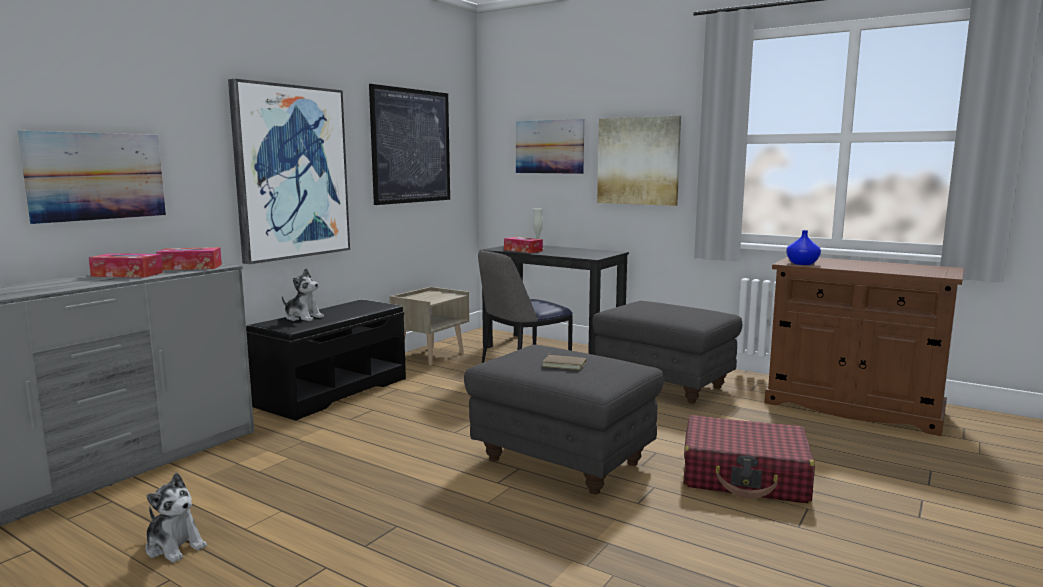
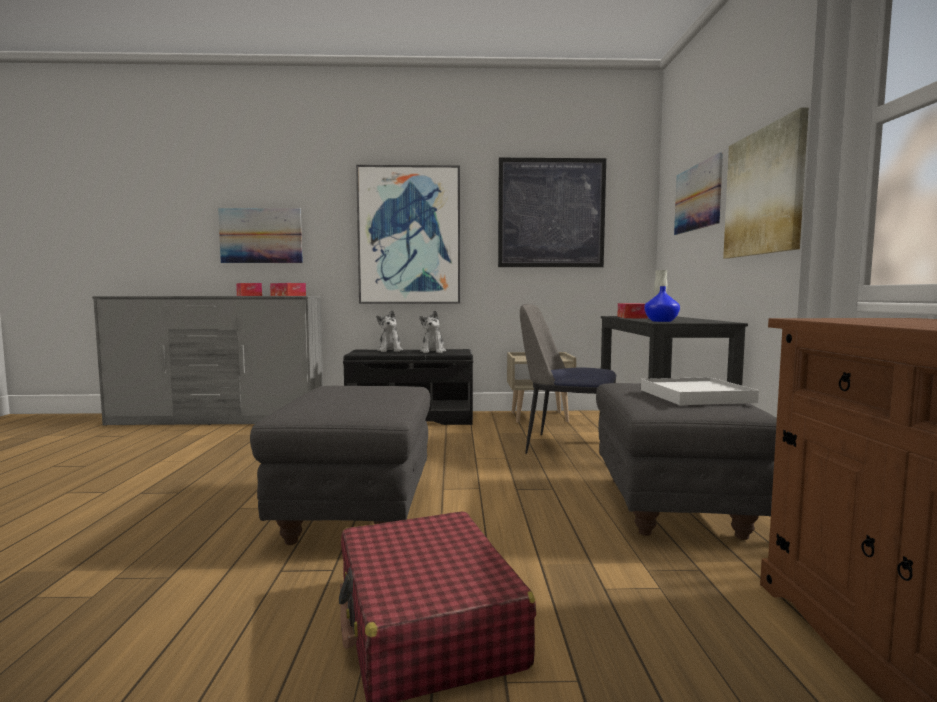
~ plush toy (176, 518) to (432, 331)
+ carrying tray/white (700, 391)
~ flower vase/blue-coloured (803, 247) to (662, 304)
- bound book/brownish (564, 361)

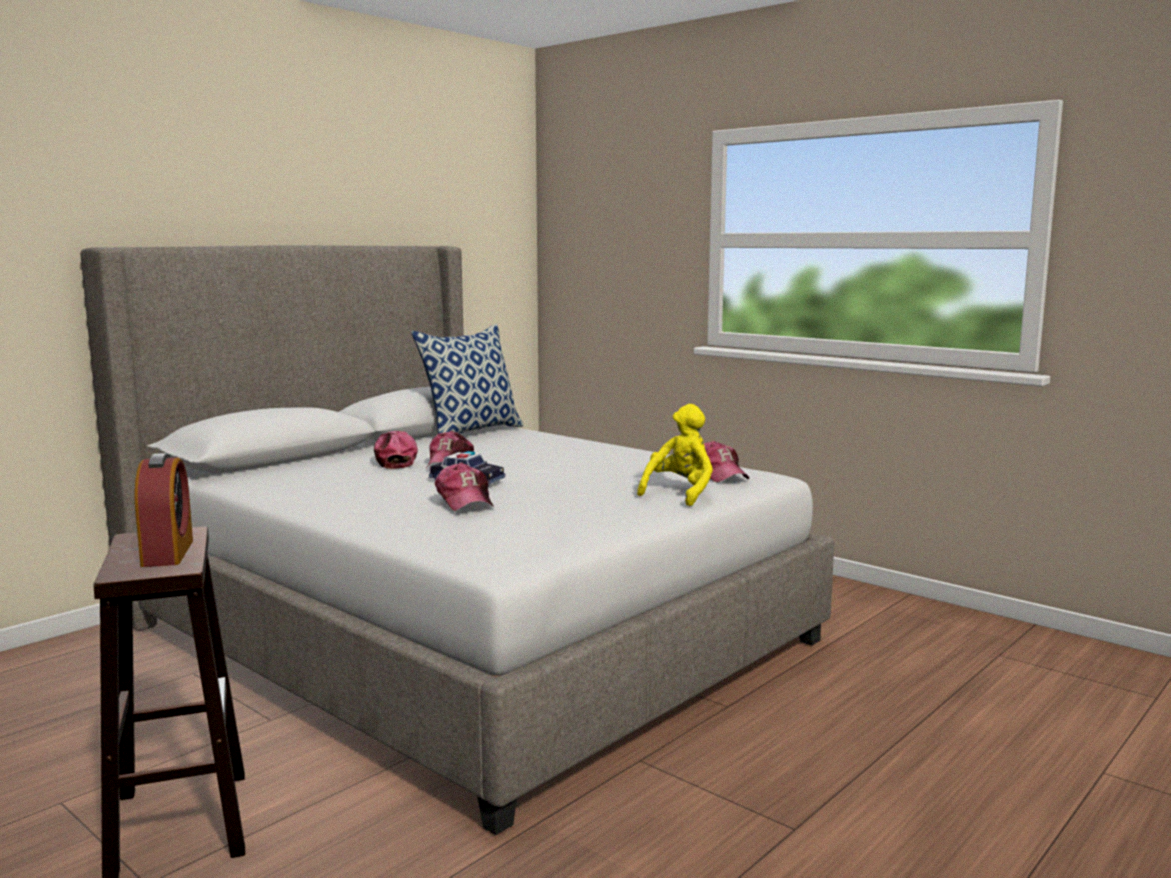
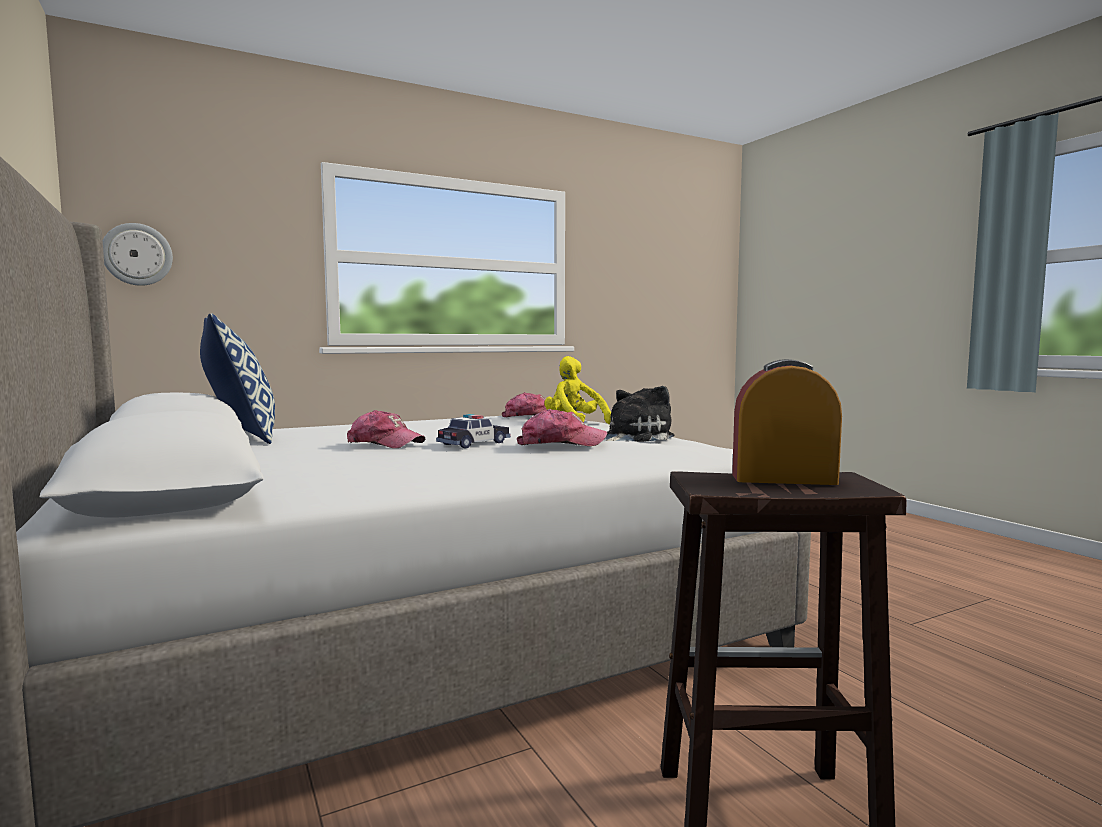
+ hanging clock (138, 254)
+ plush toy (640, 414)
- baseball cap (396, 450)

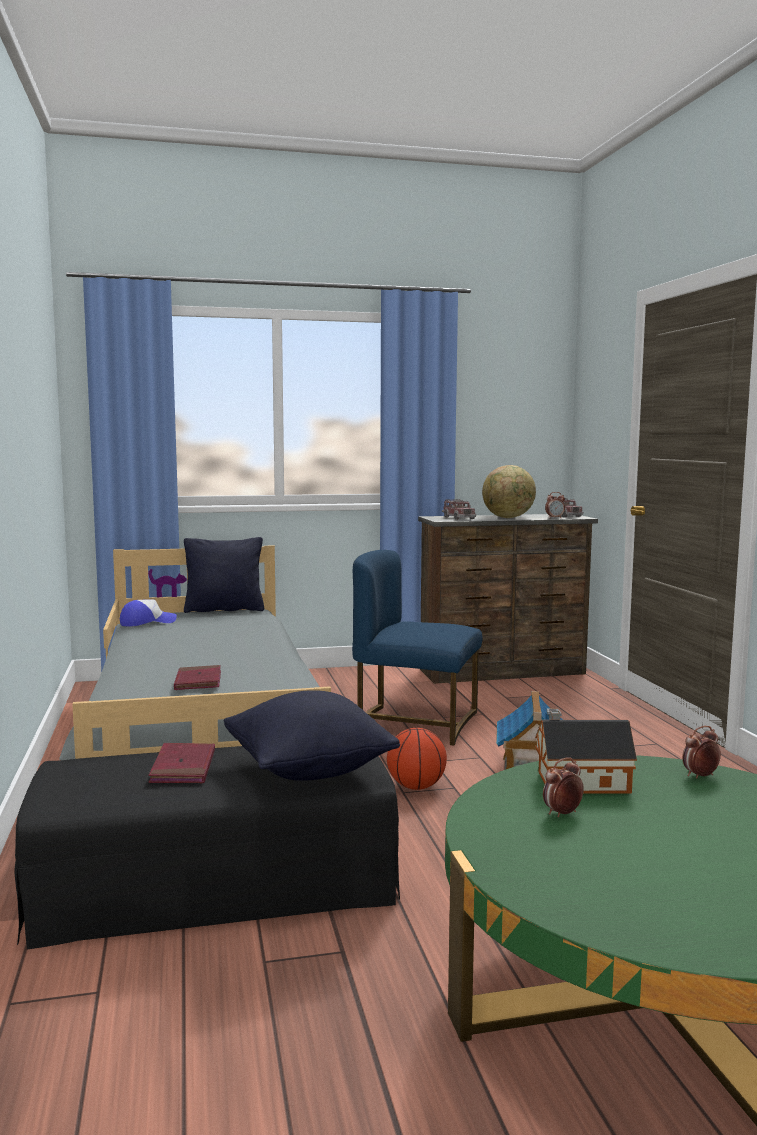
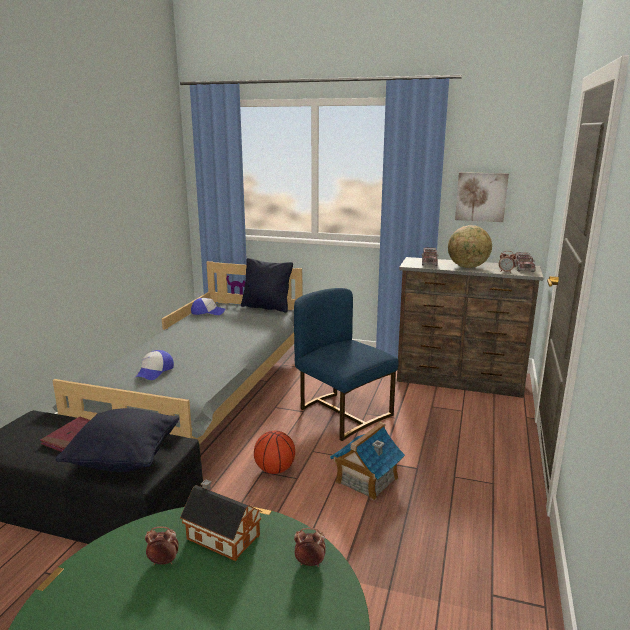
~ bound book/red-coloured (197, 677) to baseball cap (155, 365)
+ wall picture (482, 197)

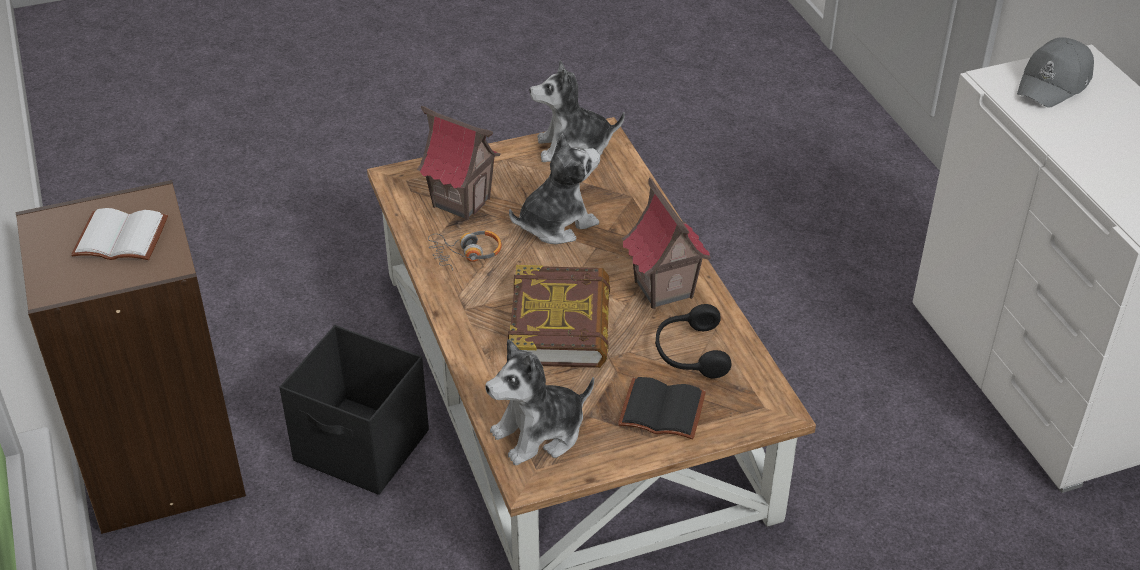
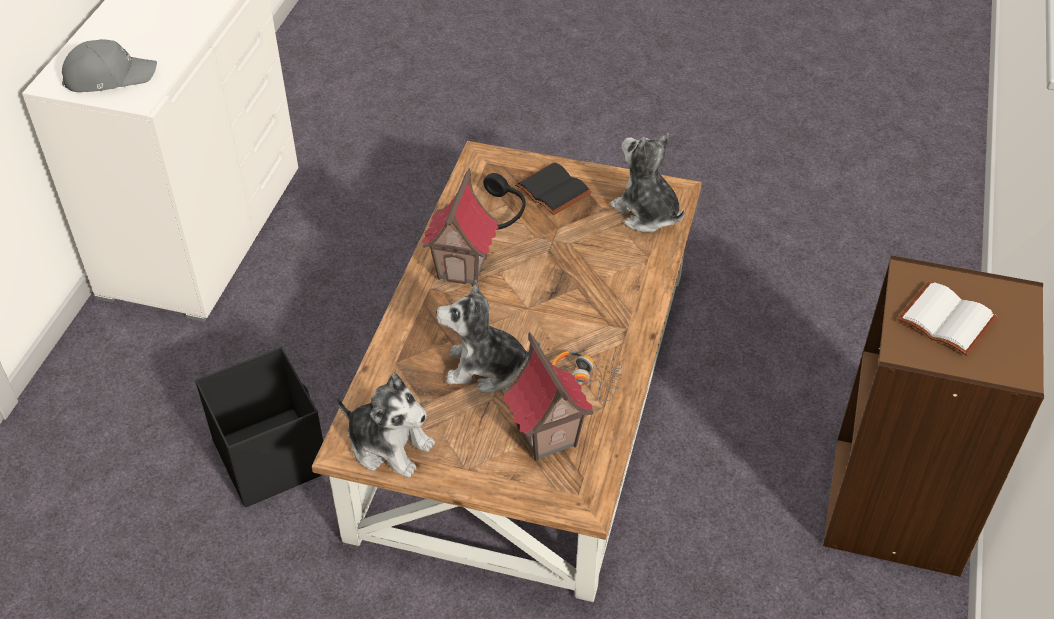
~ storage box/black (354, 410) to (259, 427)
~ plush toy (539, 402) = (647, 183) 135 degrees counterclockwise
- bound book (559, 316)

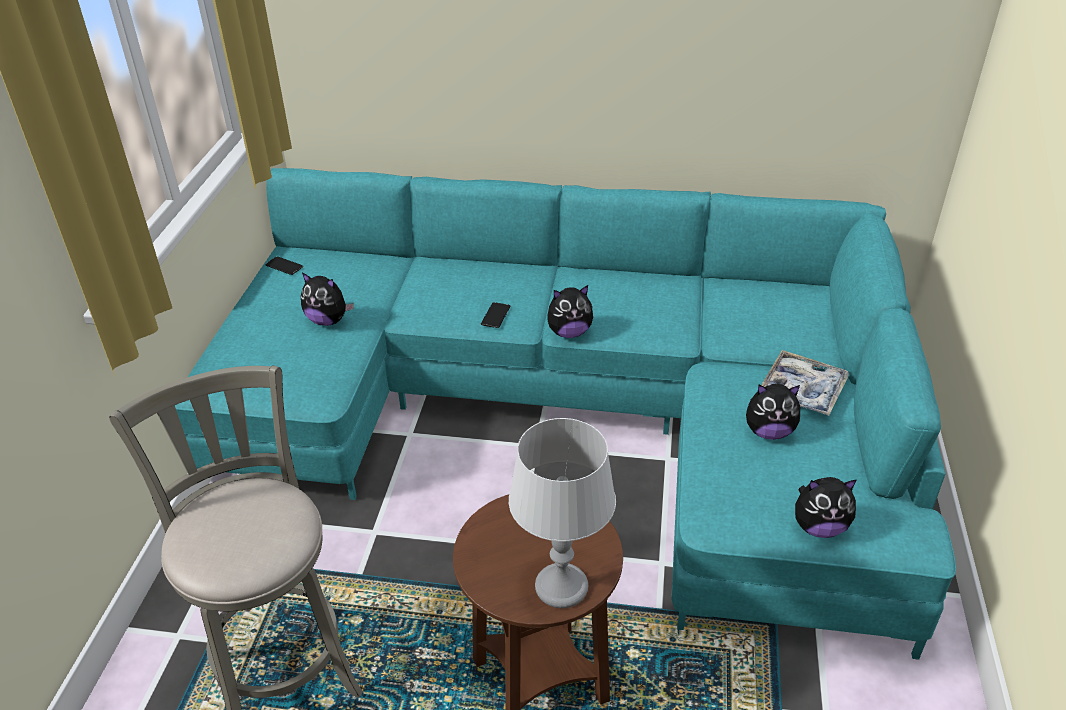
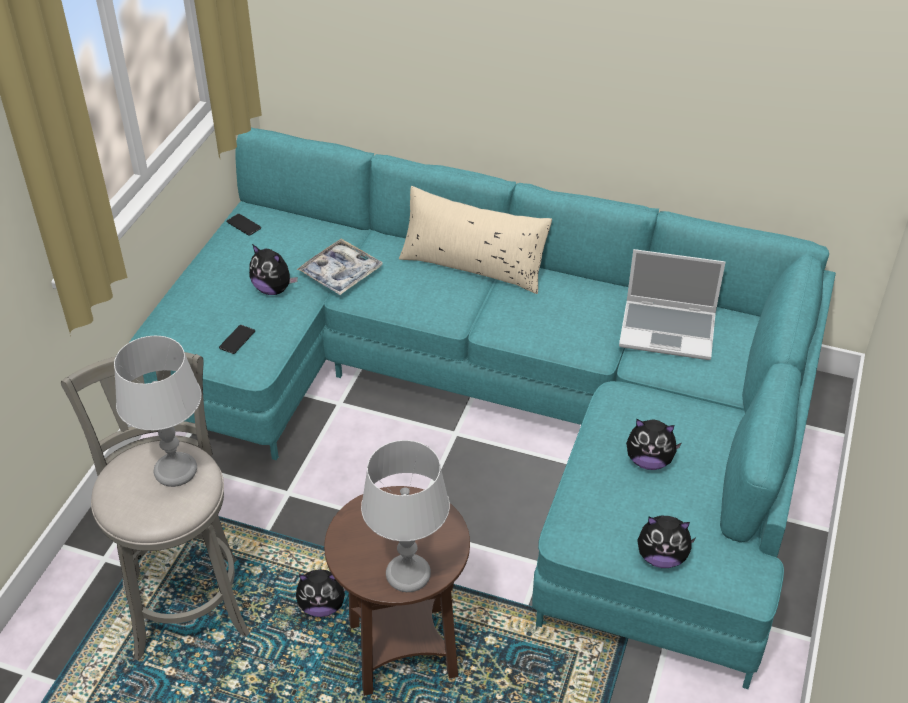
+ table lamp/greyish (157, 411)
~ handset (495, 315) to (237, 339)
~ plush toy (570, 311) to (321, 593)
~ carrying tray (805, 383) to (340, 267)
+ cushion/beige (475, 240)
+ notebook computer (672, 304)

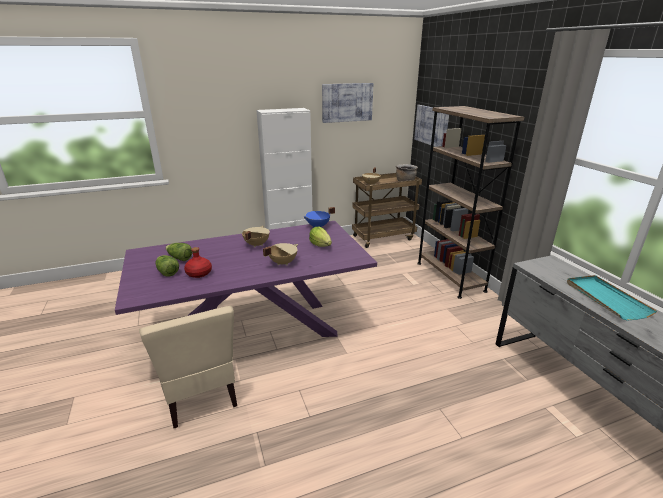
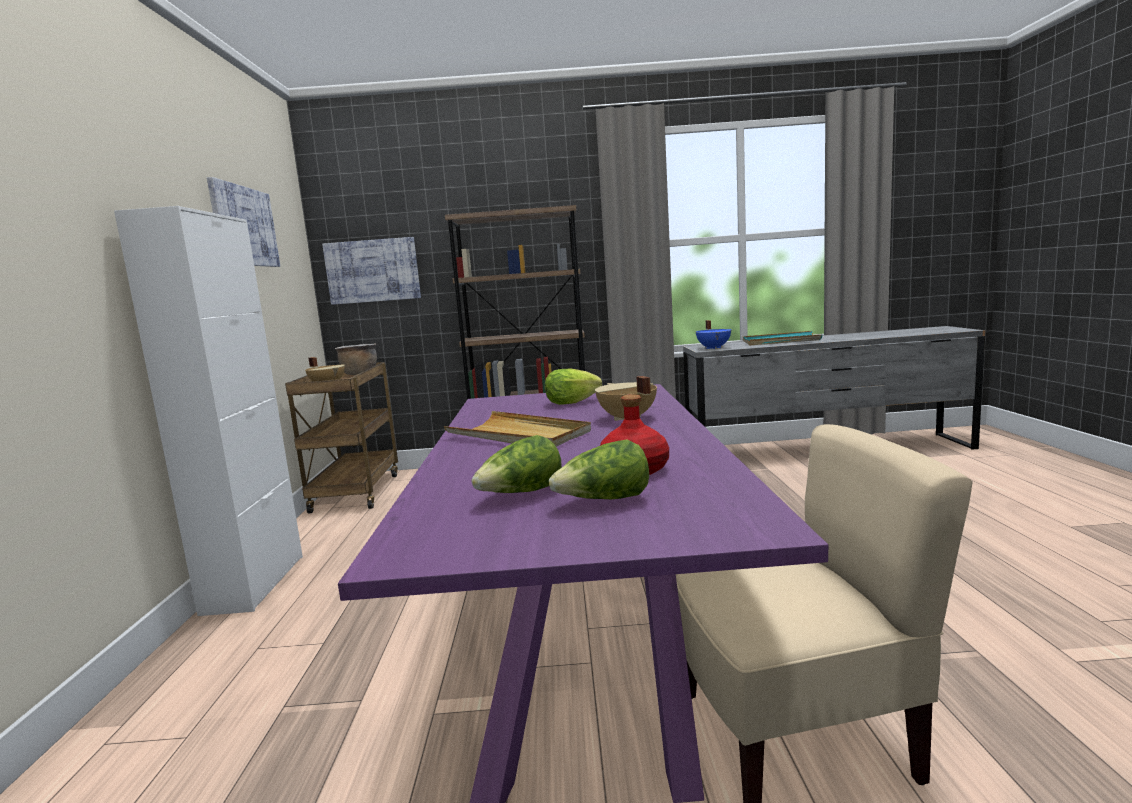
~ saucepot/beige (256, 237) to carrying tray/beige (517, 429)
~ saucepot/blue-coloured (319, 217) to (713, 334)

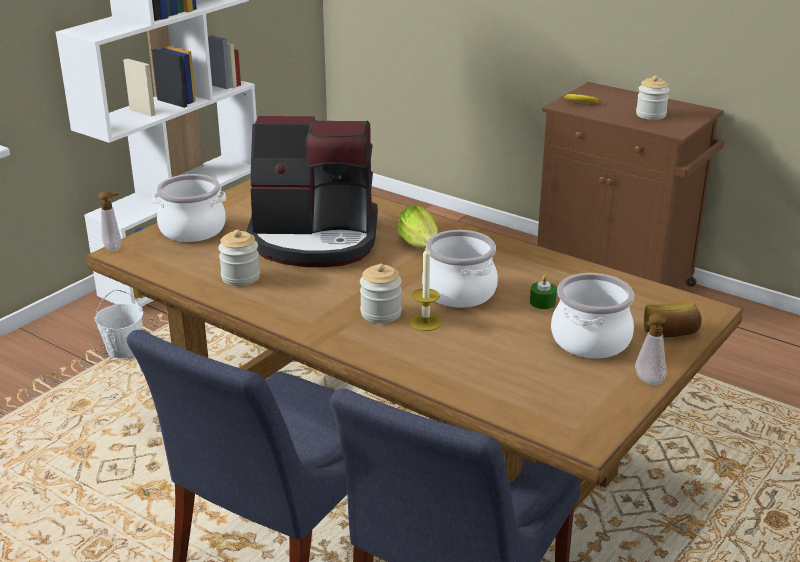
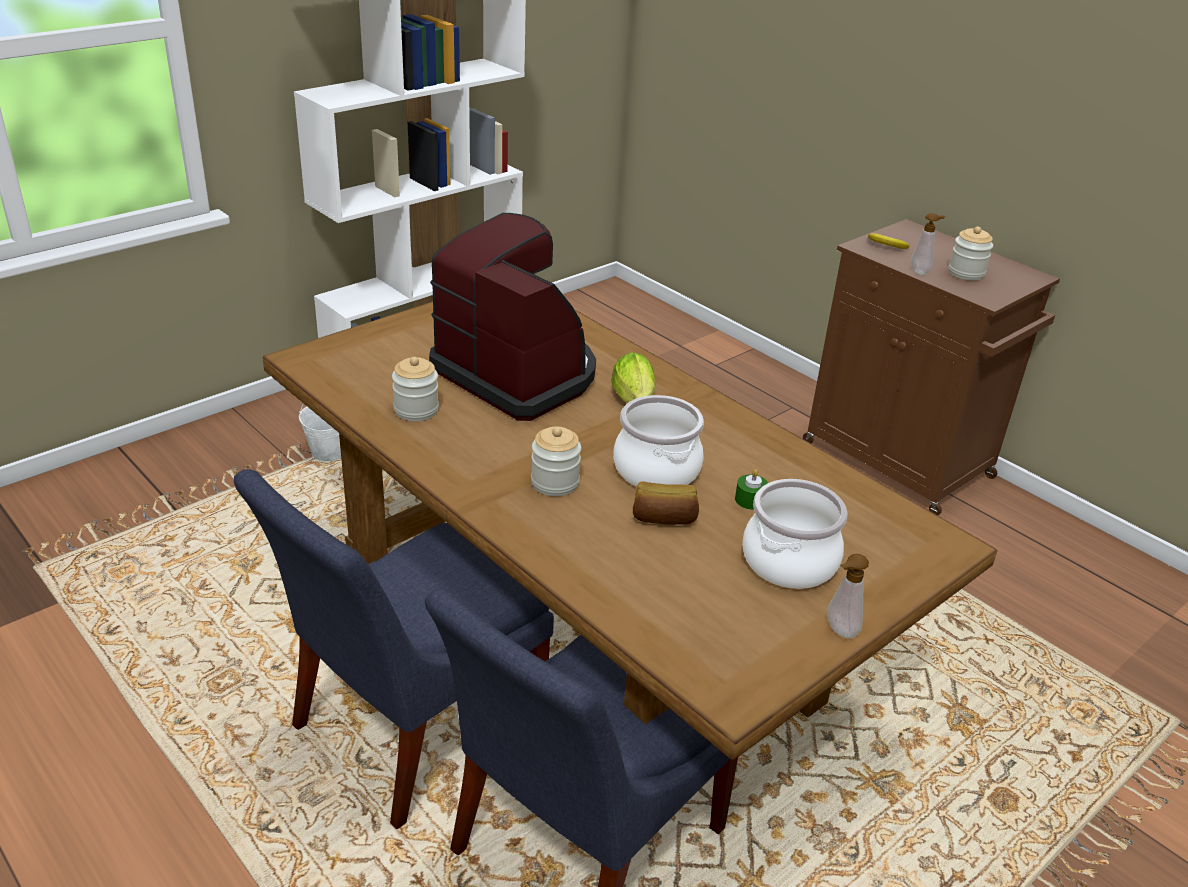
~ coffee machine (312, 191) = (512, 317) 150 degrees counterclockwise
~ baked bread (673, 319) to (666, 502)
~ liquid soap bottle (109, 221) to (928, 244)
- saucepot (189, 208)
- candle (426, 289)

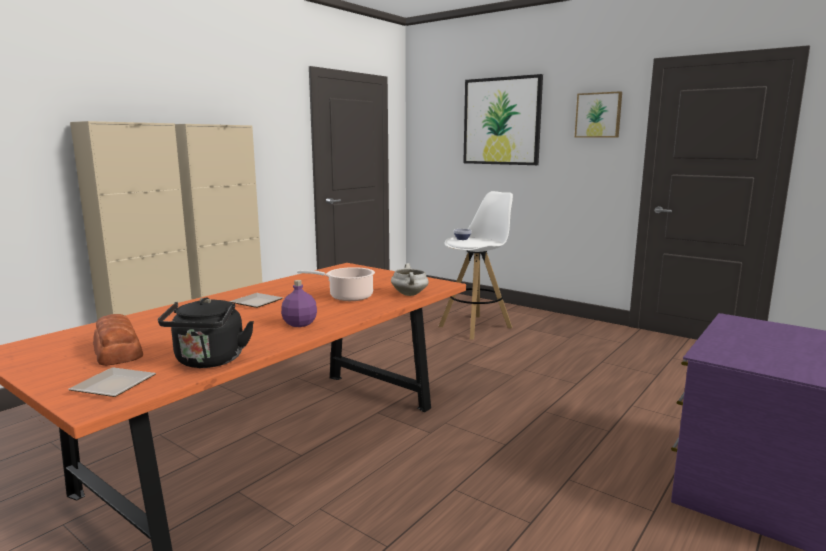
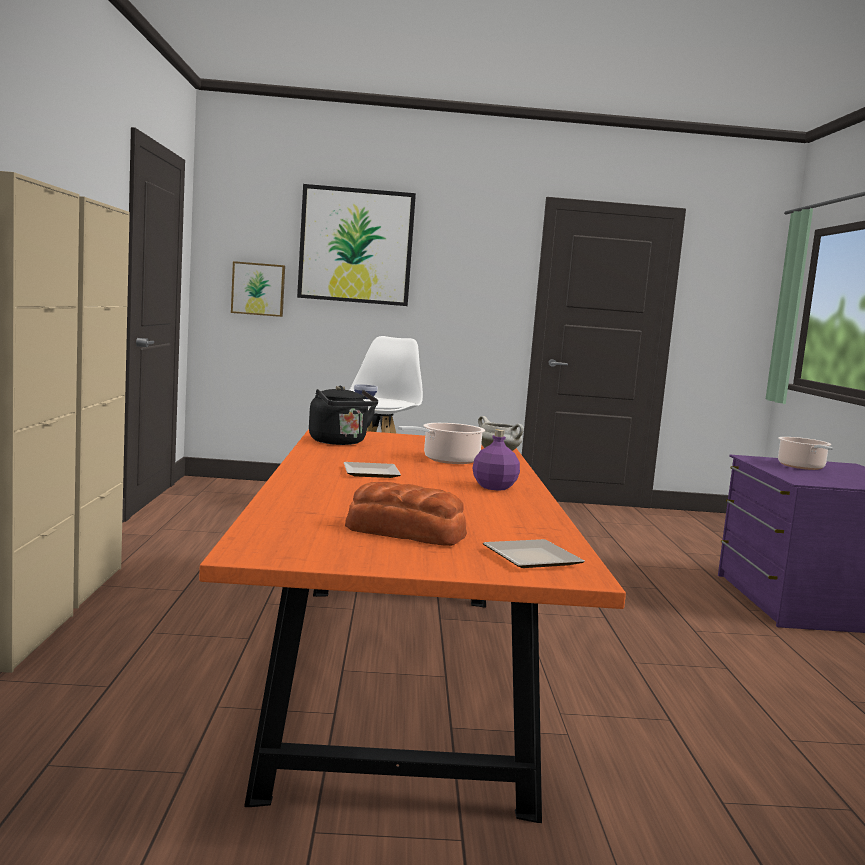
~ wall picture (598, 114) to (258, 289)
~ kettle/black (206, 333) to (343, 415)
+ saucepot (805, 453)

